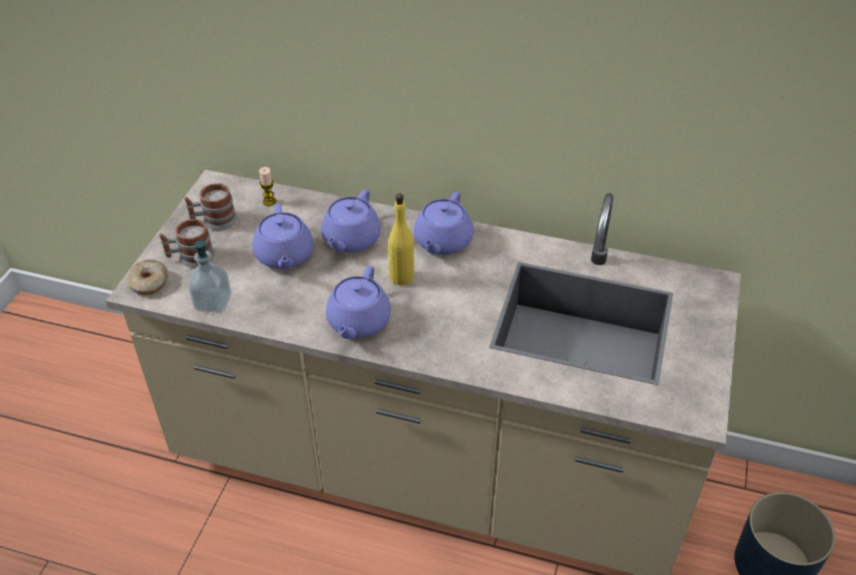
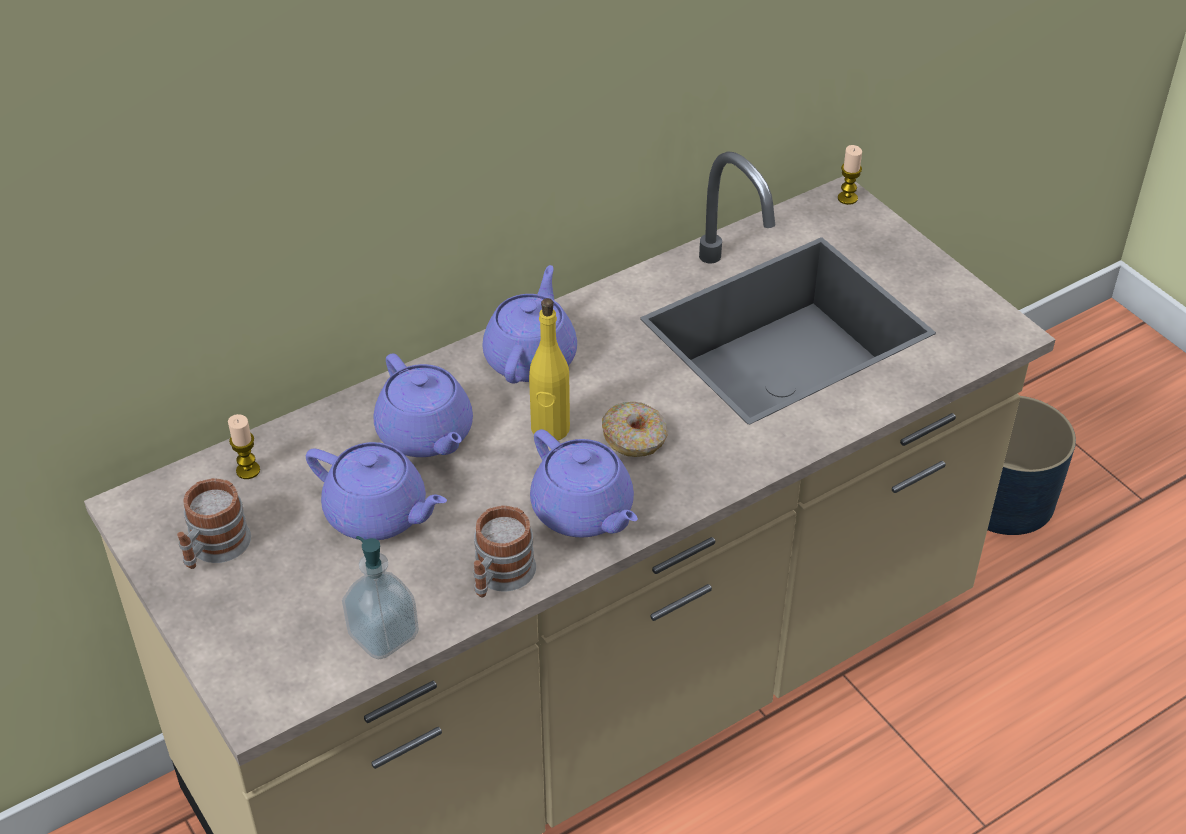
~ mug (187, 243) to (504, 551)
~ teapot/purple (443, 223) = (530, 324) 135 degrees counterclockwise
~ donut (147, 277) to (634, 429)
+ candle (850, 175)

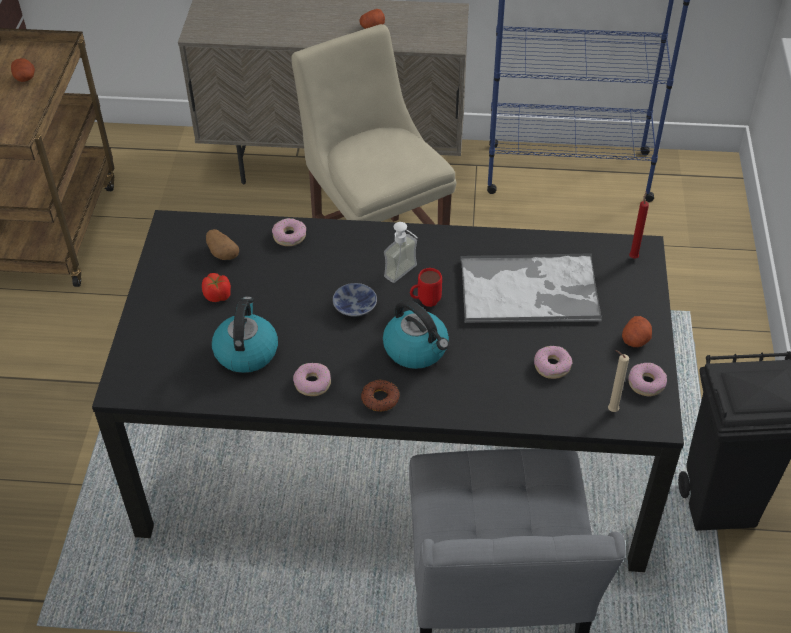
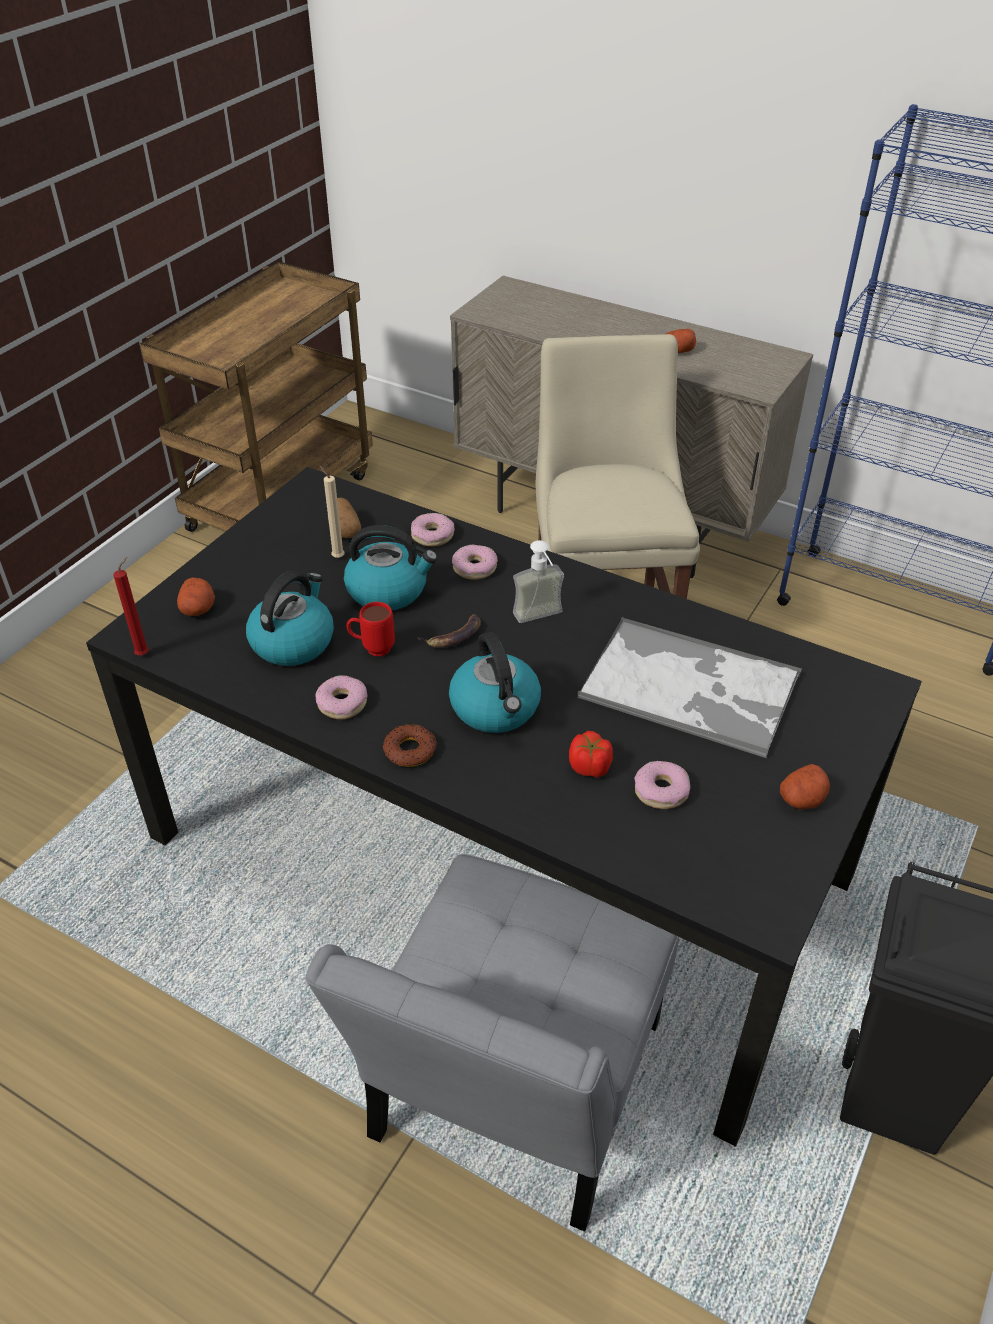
~ candle/red-coloured (639, 225) to (131, 606)
~ spud (23, 70) to (196, 597)
~ candle/beige (618, 381) to (332, 511)
+ kettle (391, 567)
~ mug/red-coloured (426, 287) to (370, 629)
~ serving bowl (355, 300) to banana fruit (449, 631)
~ donut (647, 379) to (475, 562)
~ fresh tomato (216, 287) to (591, 754)

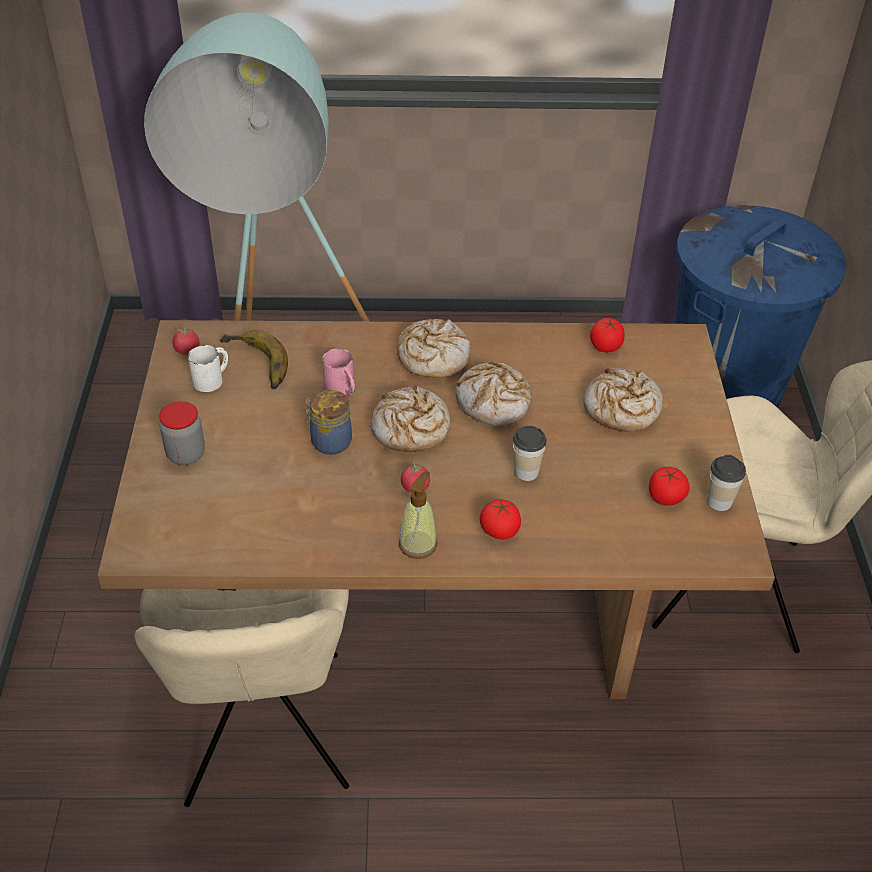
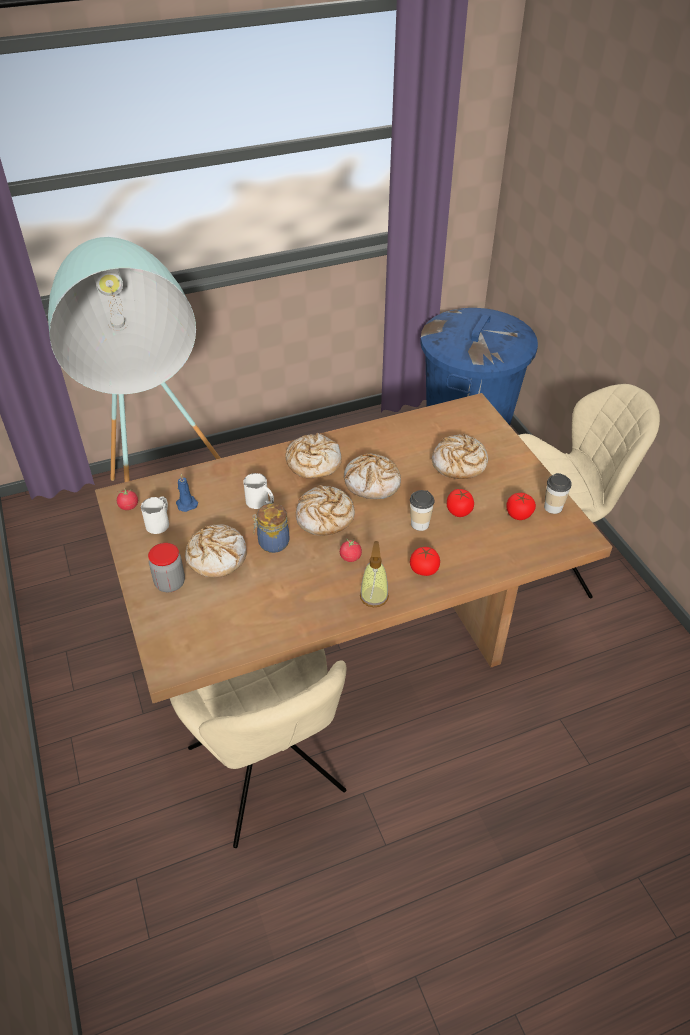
~ banana fruit (254, 359) to candle/blue-coloured (187, 493)
+ baked bread (216, 551)
~ mug/pink (338, 371) to mug/white (258, 491)
~ fresh tomato (607, 335) to (460, 503)

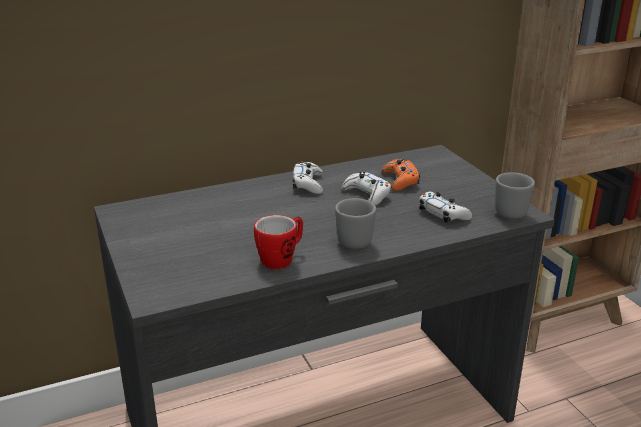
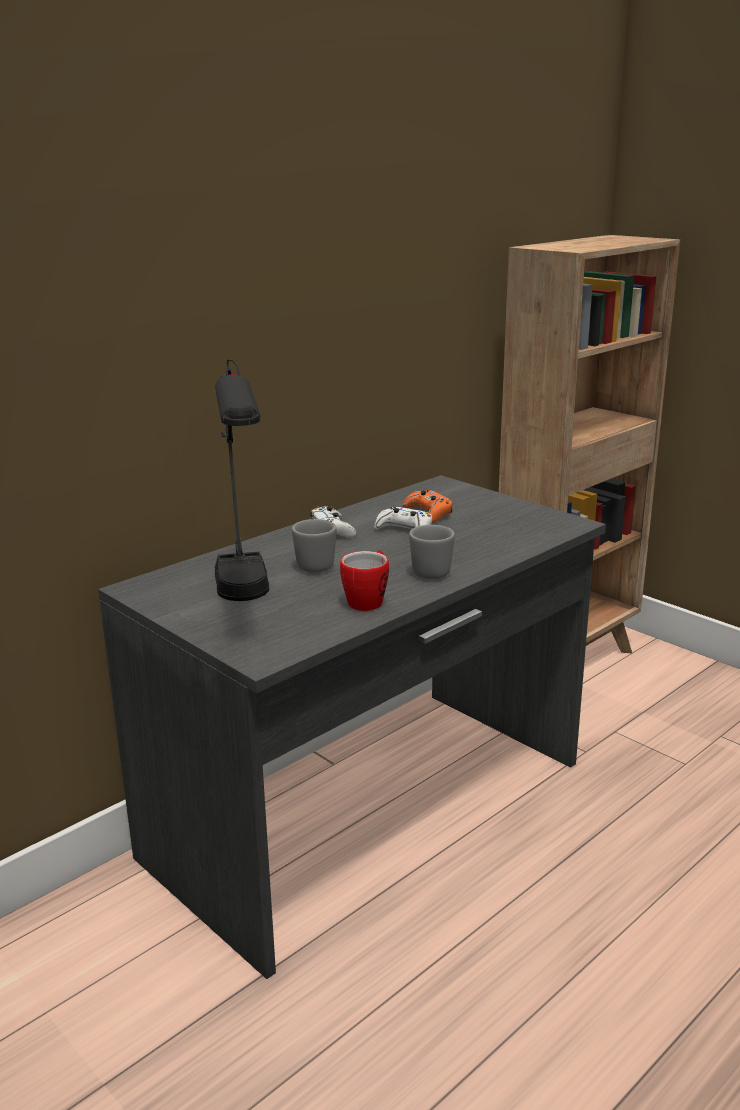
+ table lamp/black (242, 480)
~ mug/greyish (515, 195) to (314, 546)
- joypad/white (445, 207)

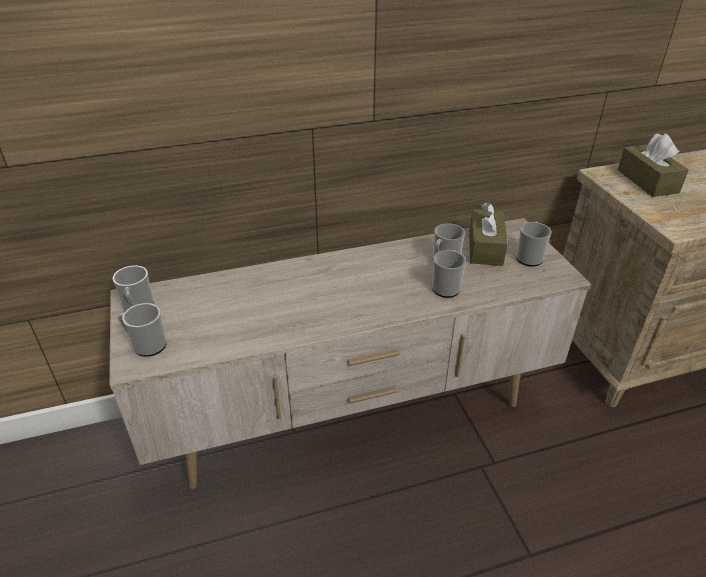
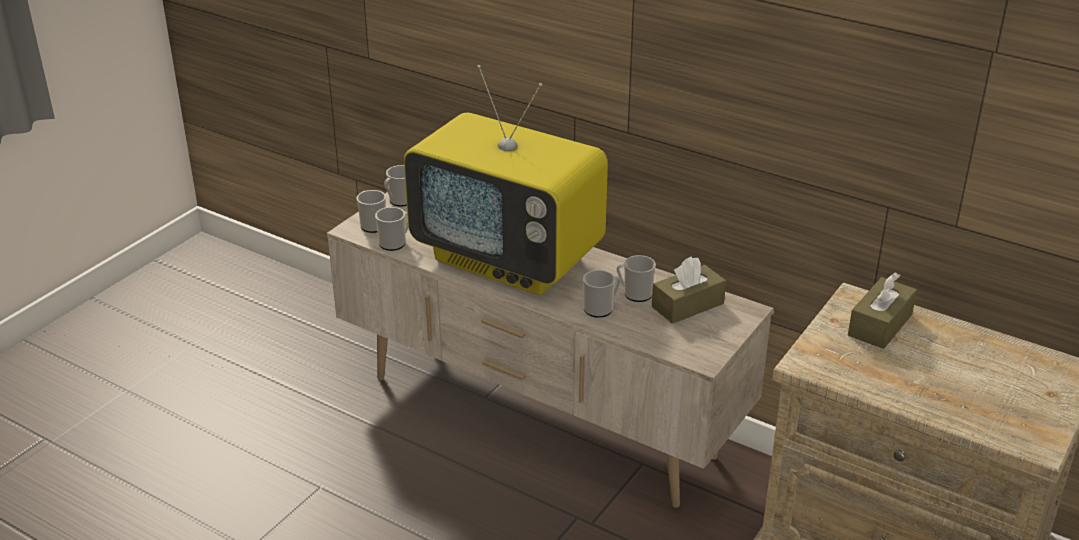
~ mug (534, 244) to (391, 229)
+ TV (506, 180)

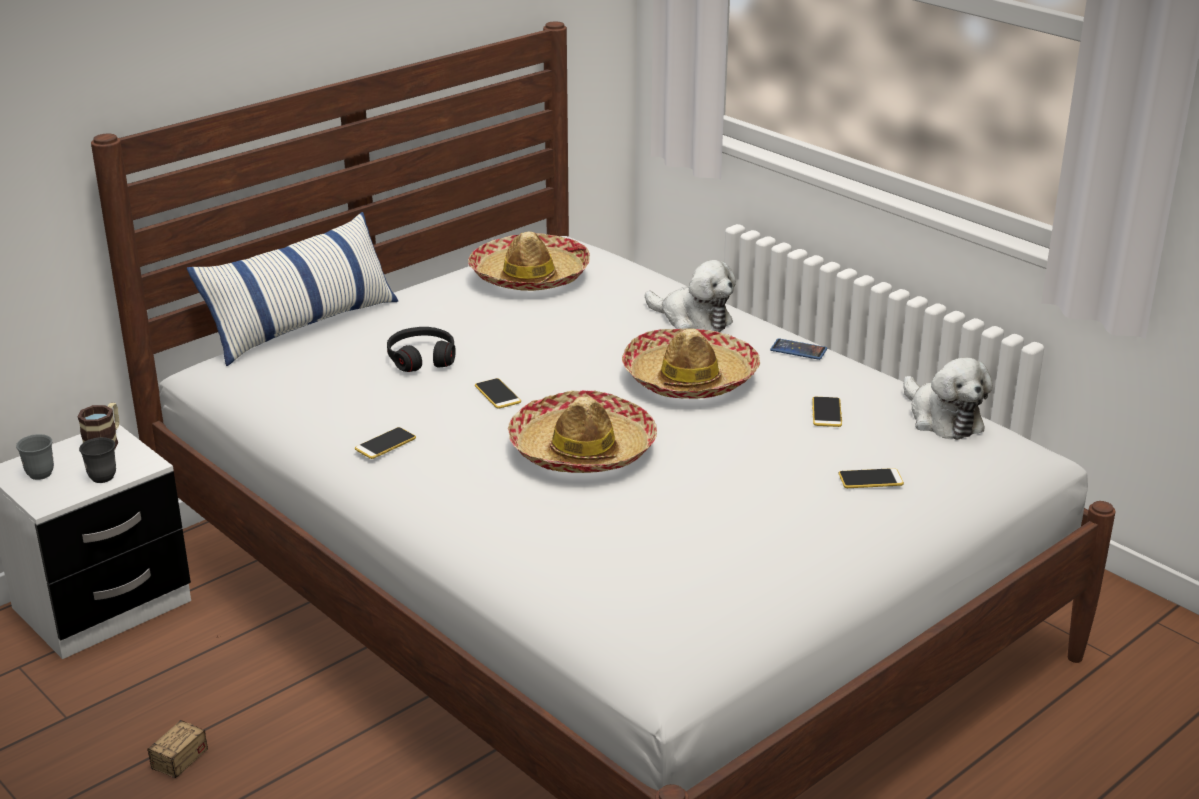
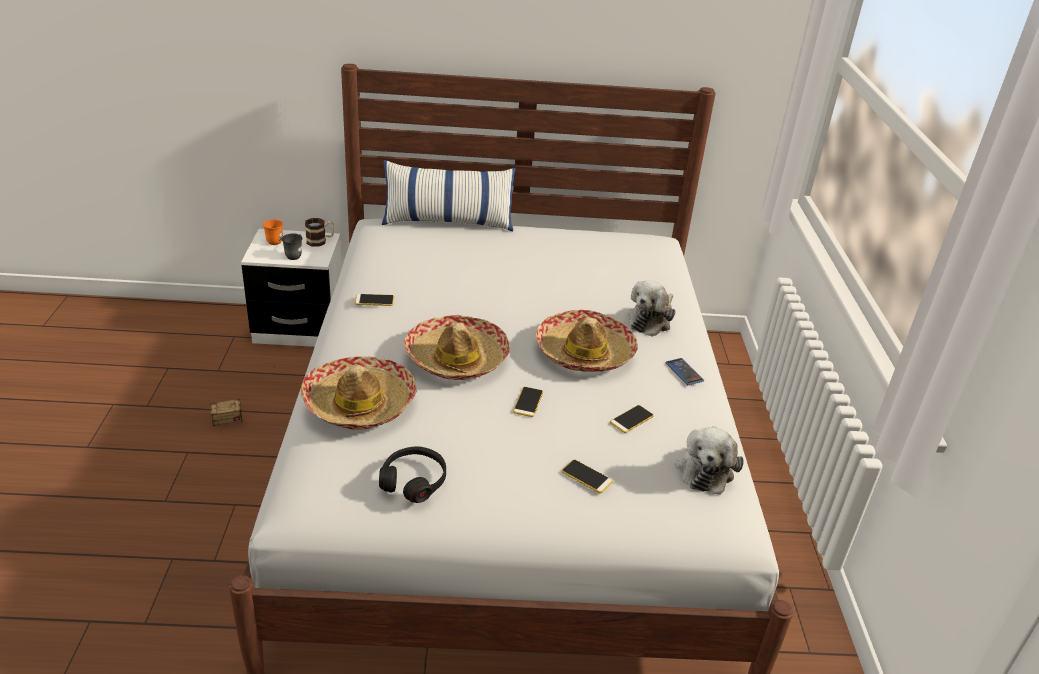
~ mug/greyish (35, 457) to mug/orange-coloured (273, 232)
~ hat (529, 261) to (359, 393)
~ headset/black (421, 349) to (412, 475)
~ handset (498, 393) to (528, 402)
~ plush toy (690, 296) = (651, 308) 45 degrees clockwise

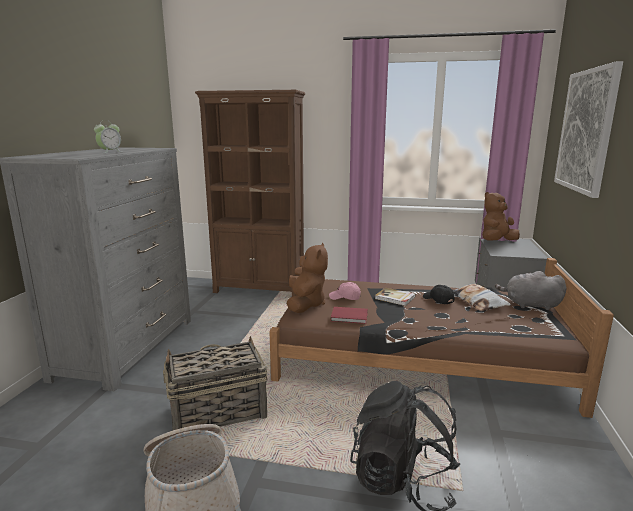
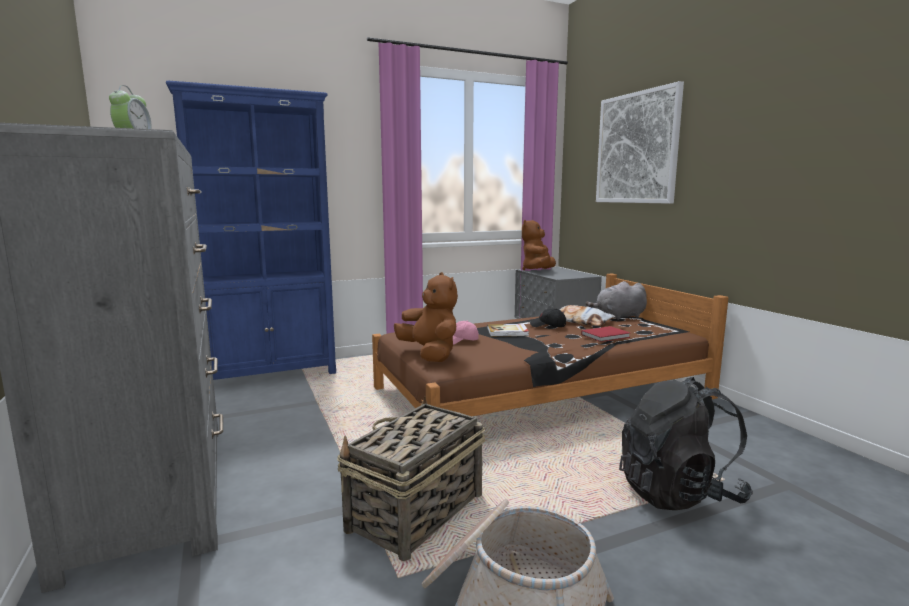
~ shelving unit/brownish (250, 193) to shelving unit/blue-coloured (251, 230)
~ bound book/red-coloured (349, 315) to (605, 334)

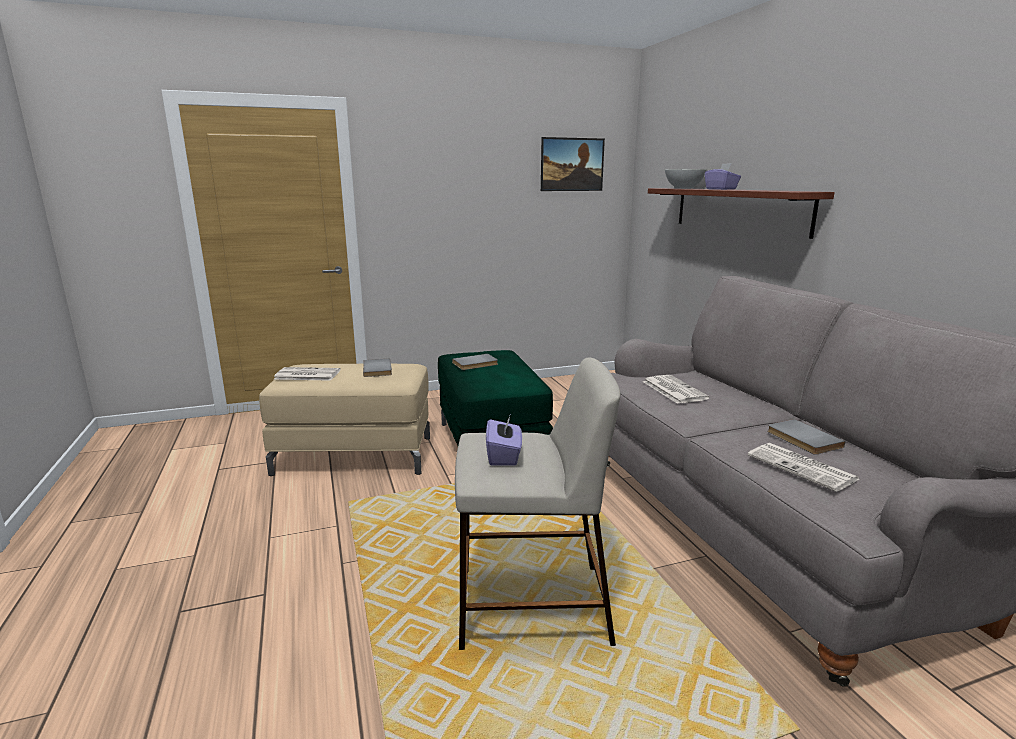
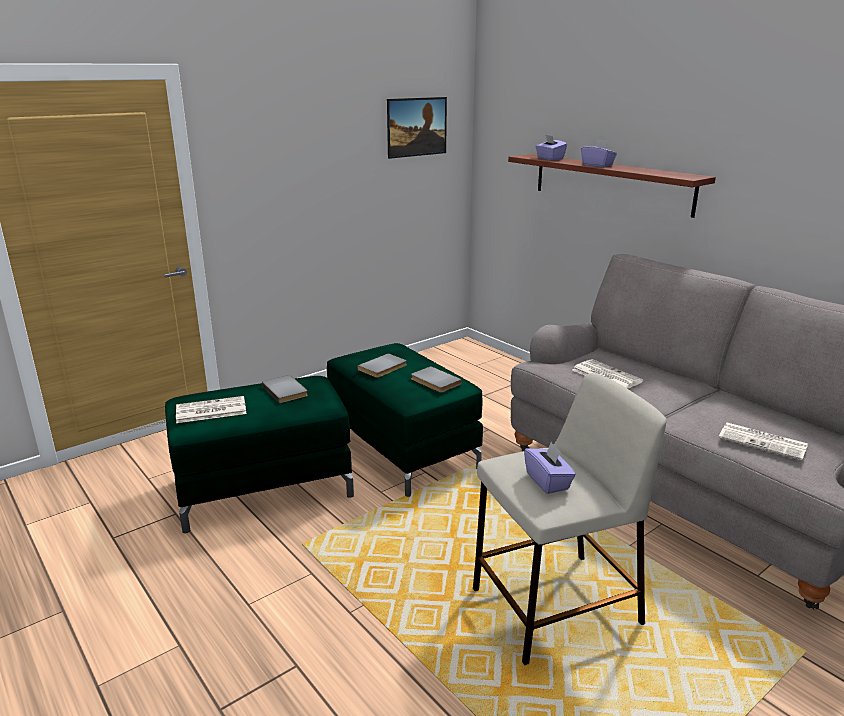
~ footrest/beige (344, 420) to footrest/green-coloured (259, 454)
~ bound book/greyish (806, 437) to (436, 379)
~ serving bowl/white (686, 179) to tissue holder/purple (551, 147)

